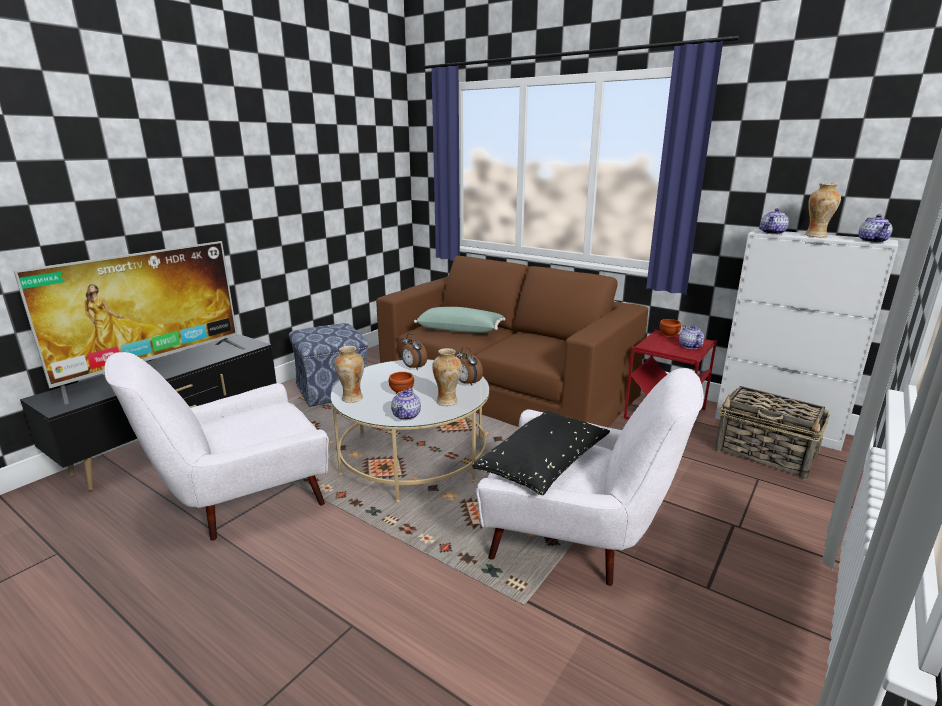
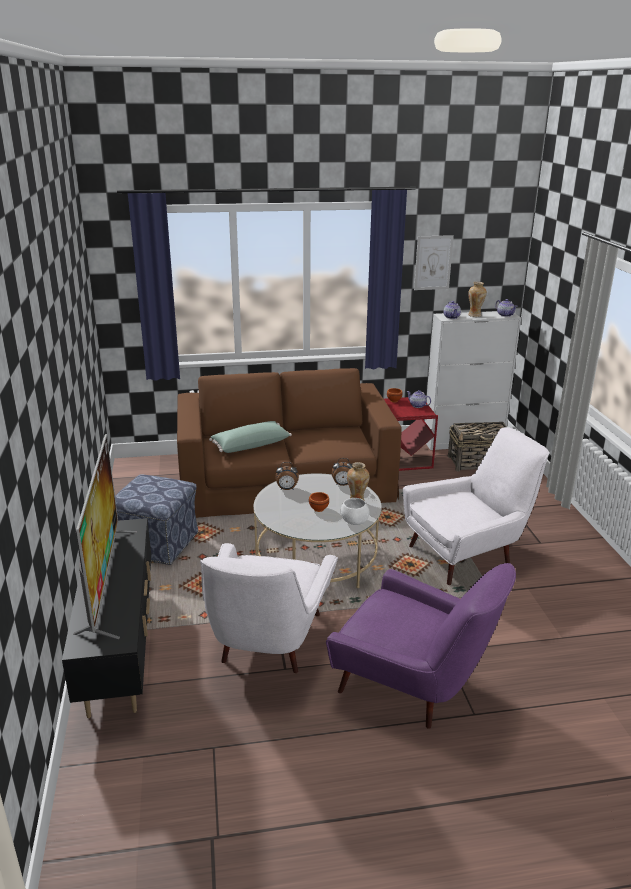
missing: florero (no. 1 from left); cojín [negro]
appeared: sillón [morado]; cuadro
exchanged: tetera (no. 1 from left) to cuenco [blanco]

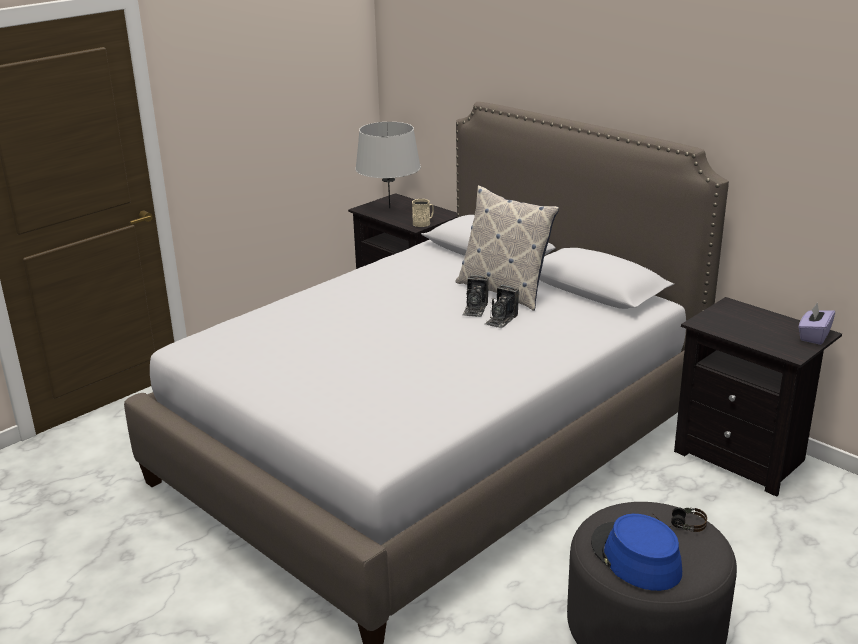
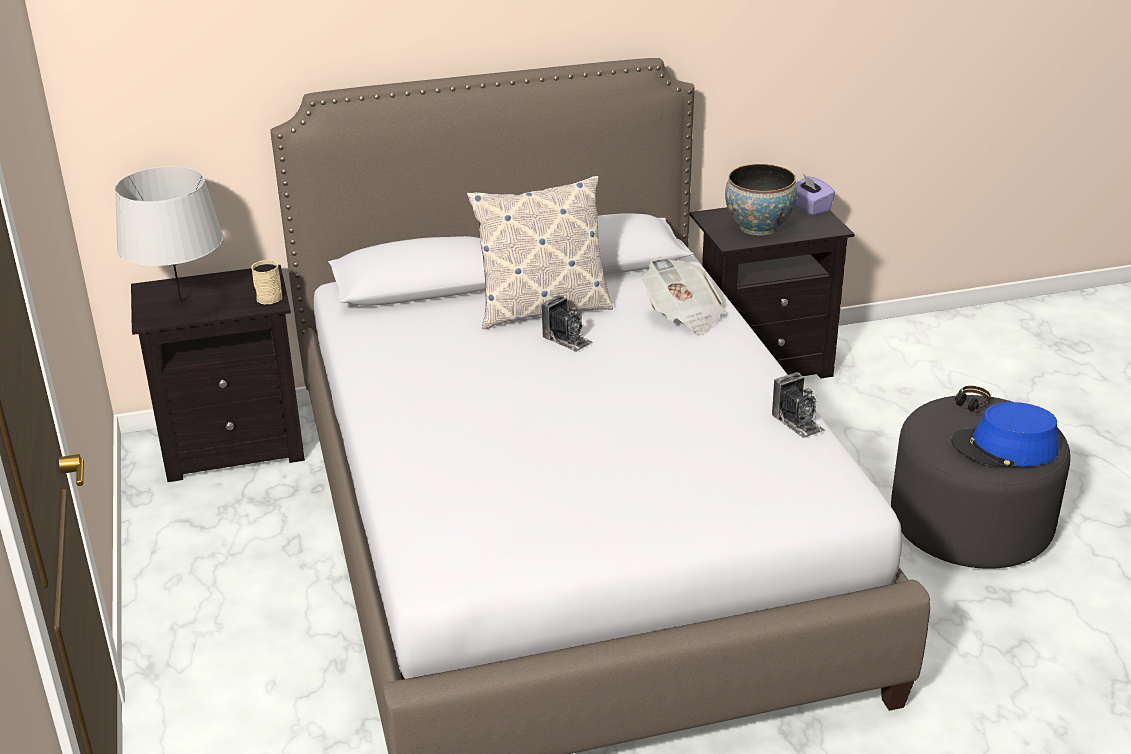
appeared: periódico; cuenco
relocated: cámara (no. 2 from left)

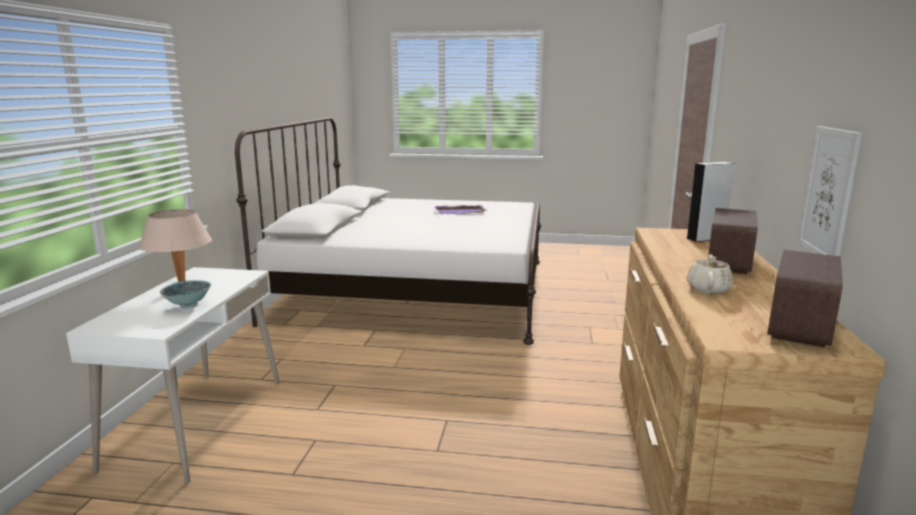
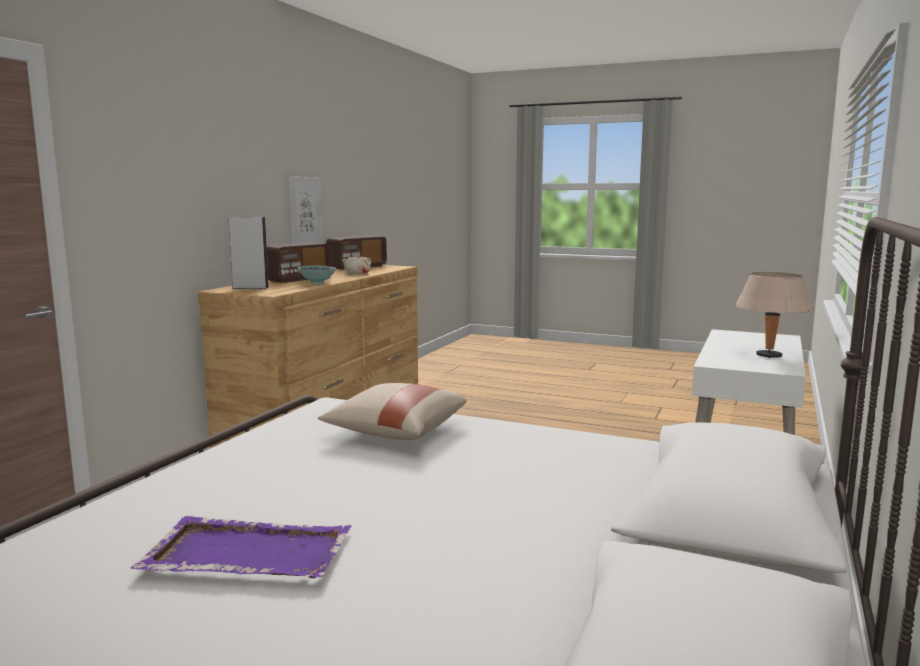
appeared: cojín [beis]
relocated: cuenco

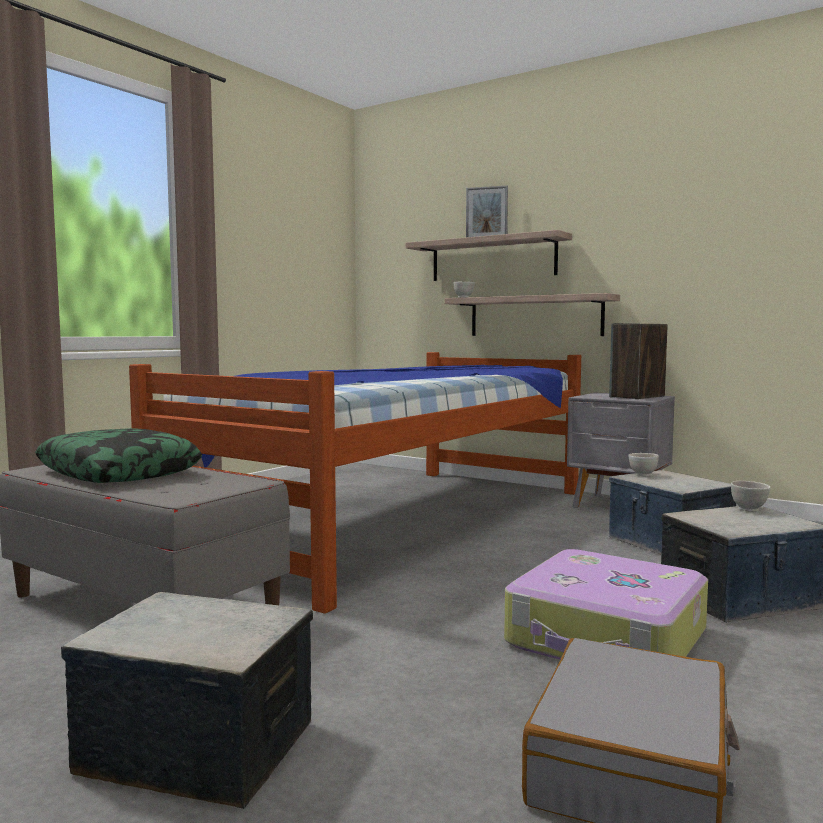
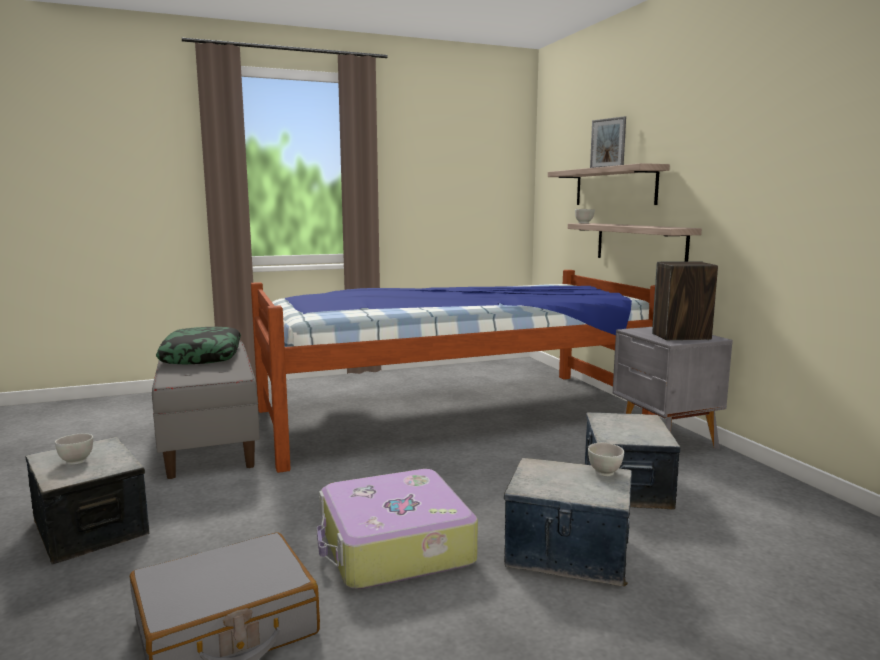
relocated: cuenco [blanco] (no. 2 from left in the first image) to cuenco [blanco] (no. 1 from left)

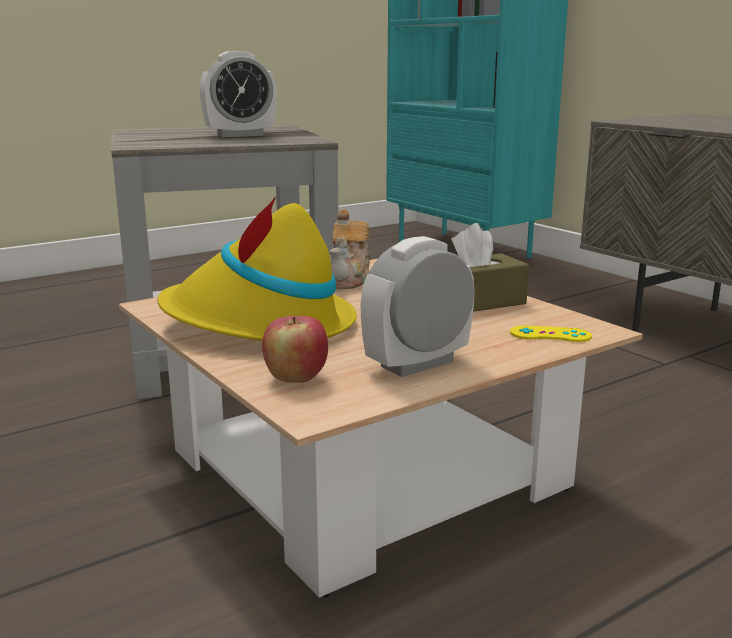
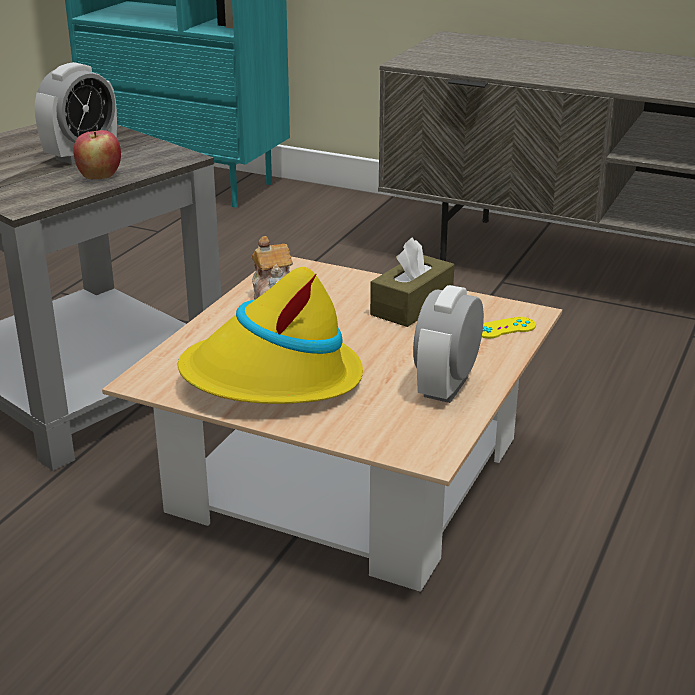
relocated: manzana

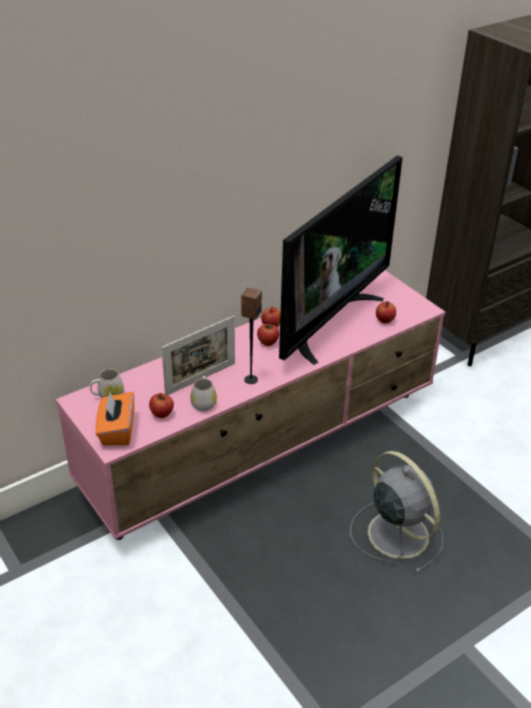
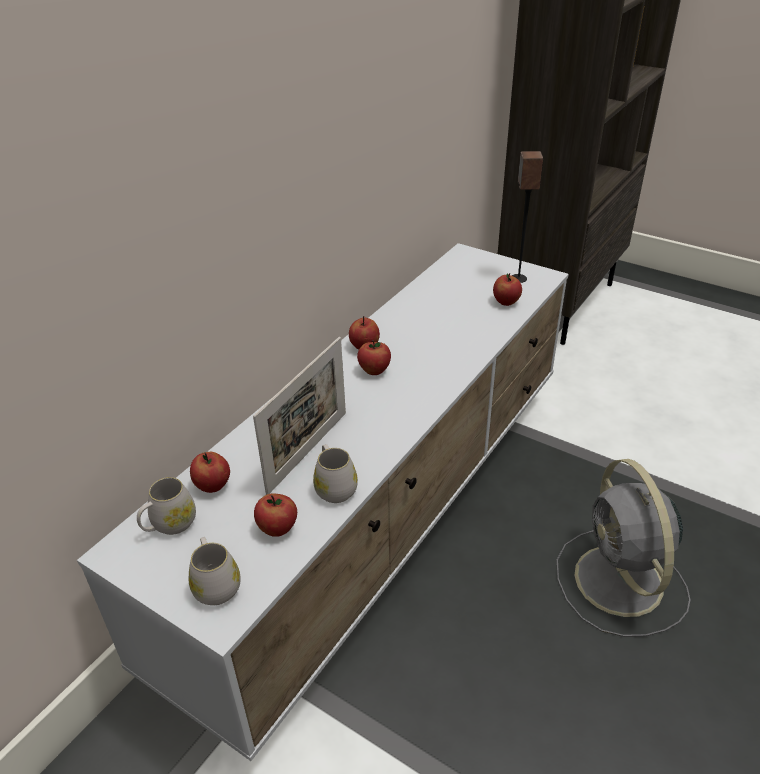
missing: televisor
appeared: manzana (no. 1 from left)
relocated: altavoz
exchanged: caja de pañuelos [naranja] to taza grande [blanco] (no. 2 from left)
colour: mueble de televisión [rosa] to mueble de televisión [blanco]
spun: ventilador [gris] 135 degrees counterclockwise

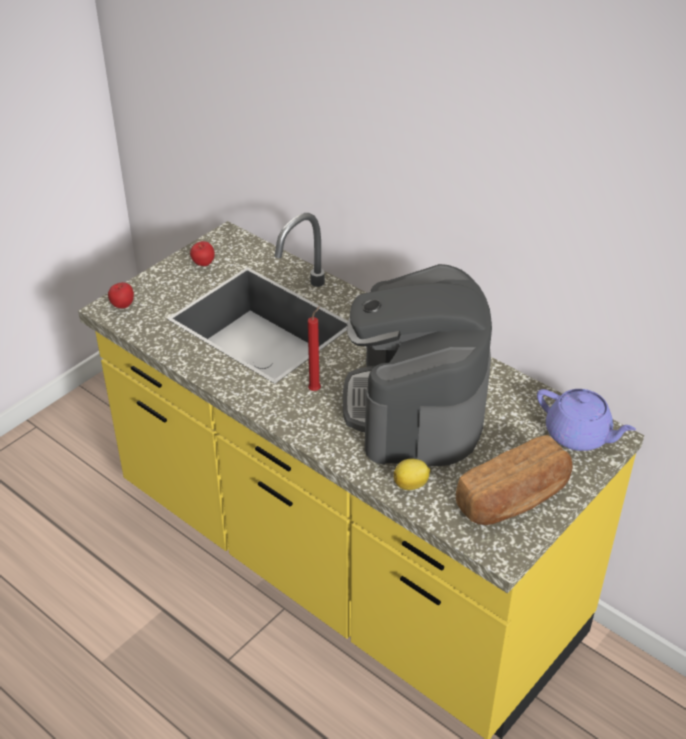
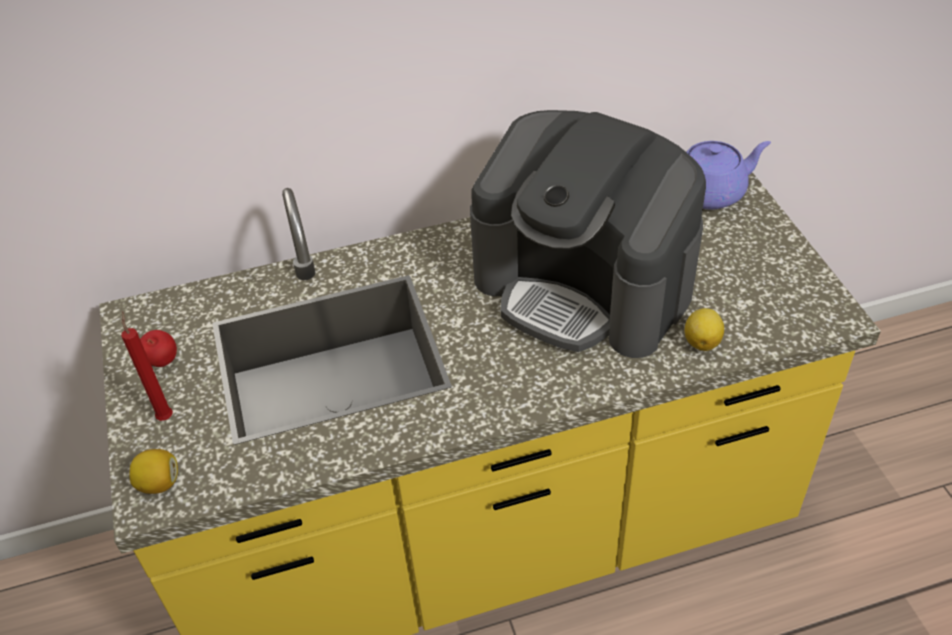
missing: pan
relocated: vela [rojo]
exchanged: manzana (no. 1 from left) to limón (no. 1 from left)

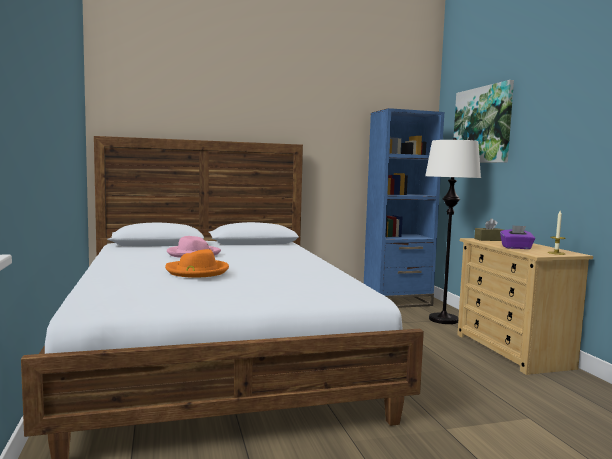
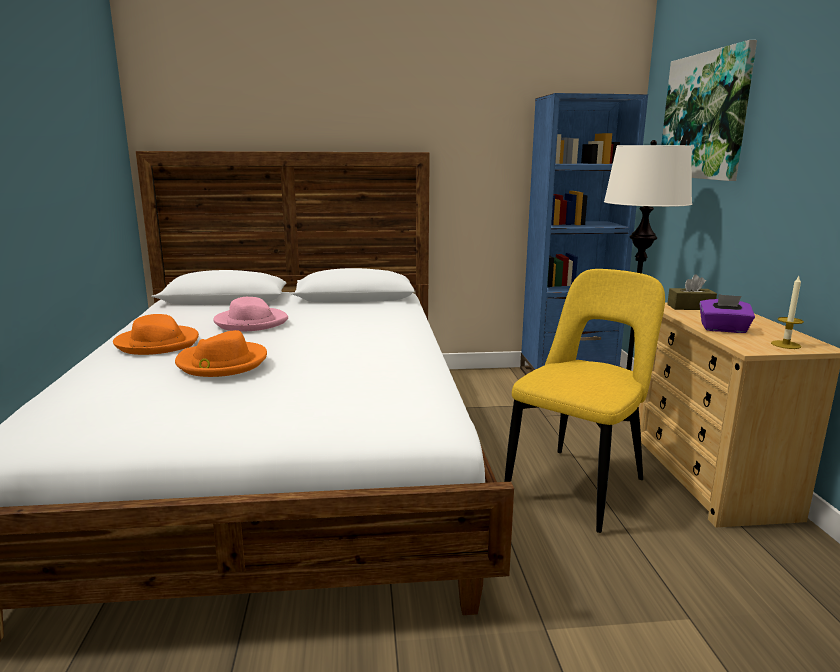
appeared: sombrero [naranja] (no. 1 from left); silla [amarillo]

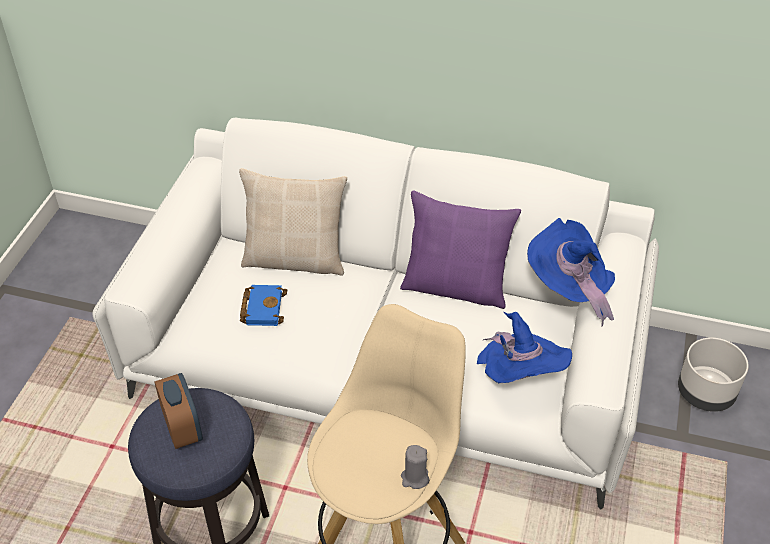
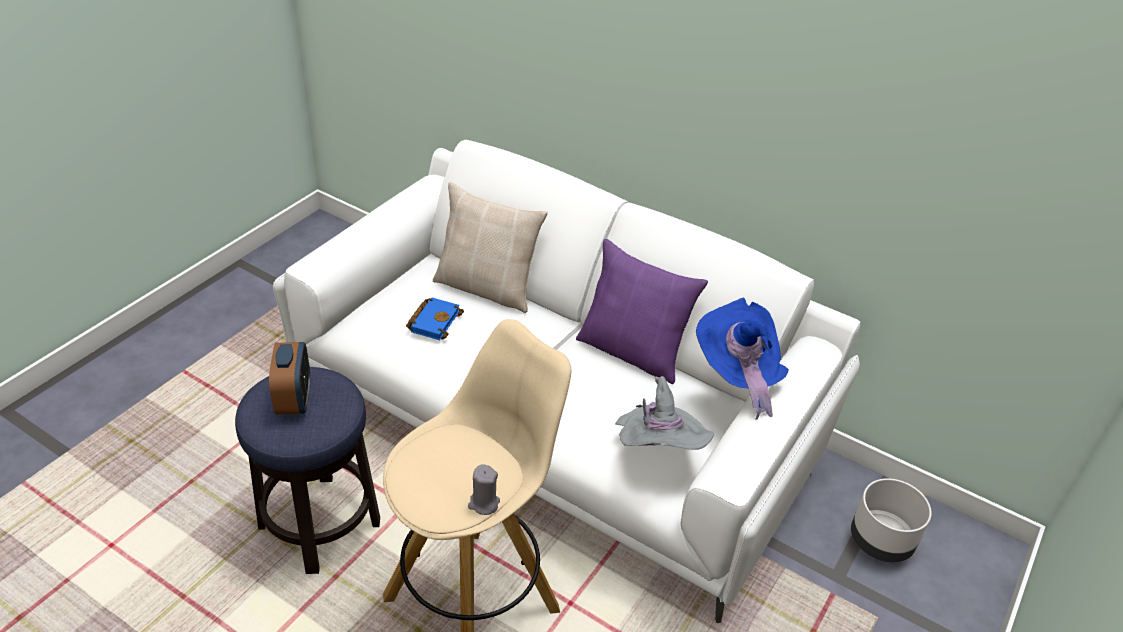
colour: sombrero [azul] (no. 1 from left) to sombrero [gris]

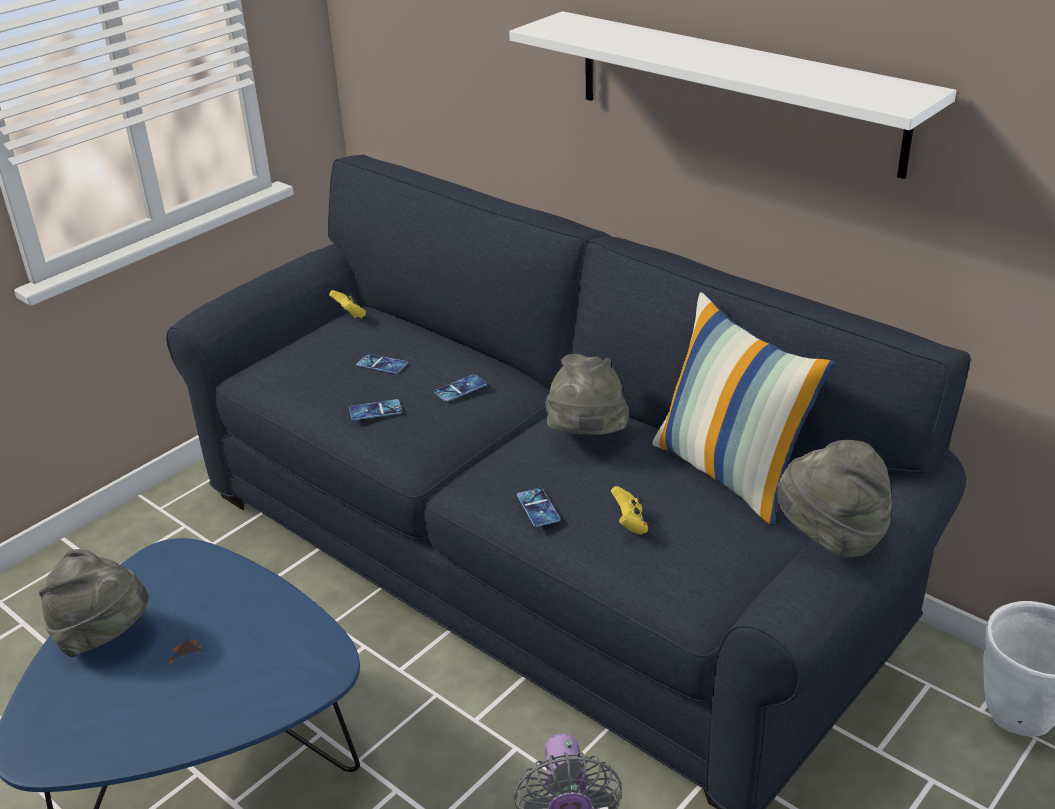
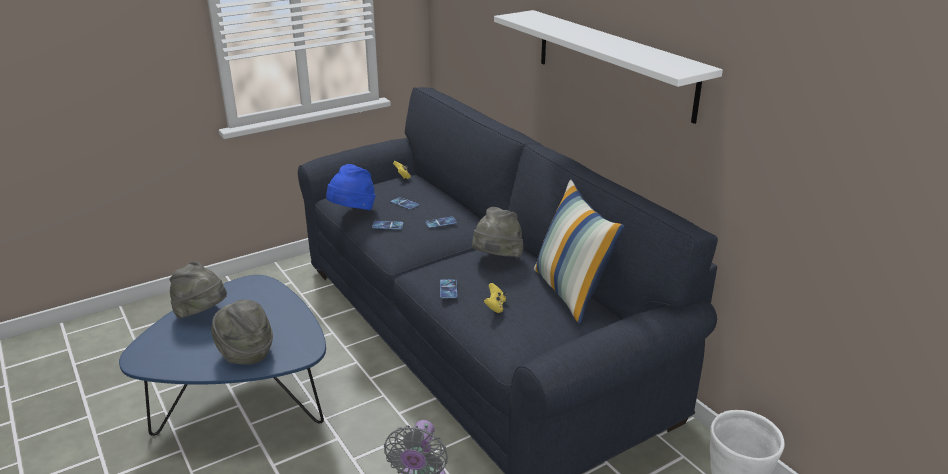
appeared: sombrero [azul]
relocated: sombrero [gris] (no. 3 from left in the first image) to sombrero [gris] (no. 2 from left)

